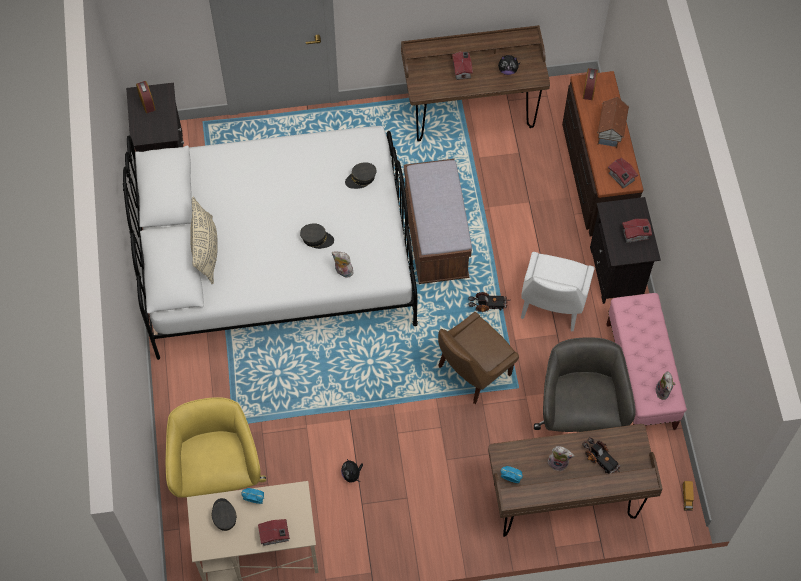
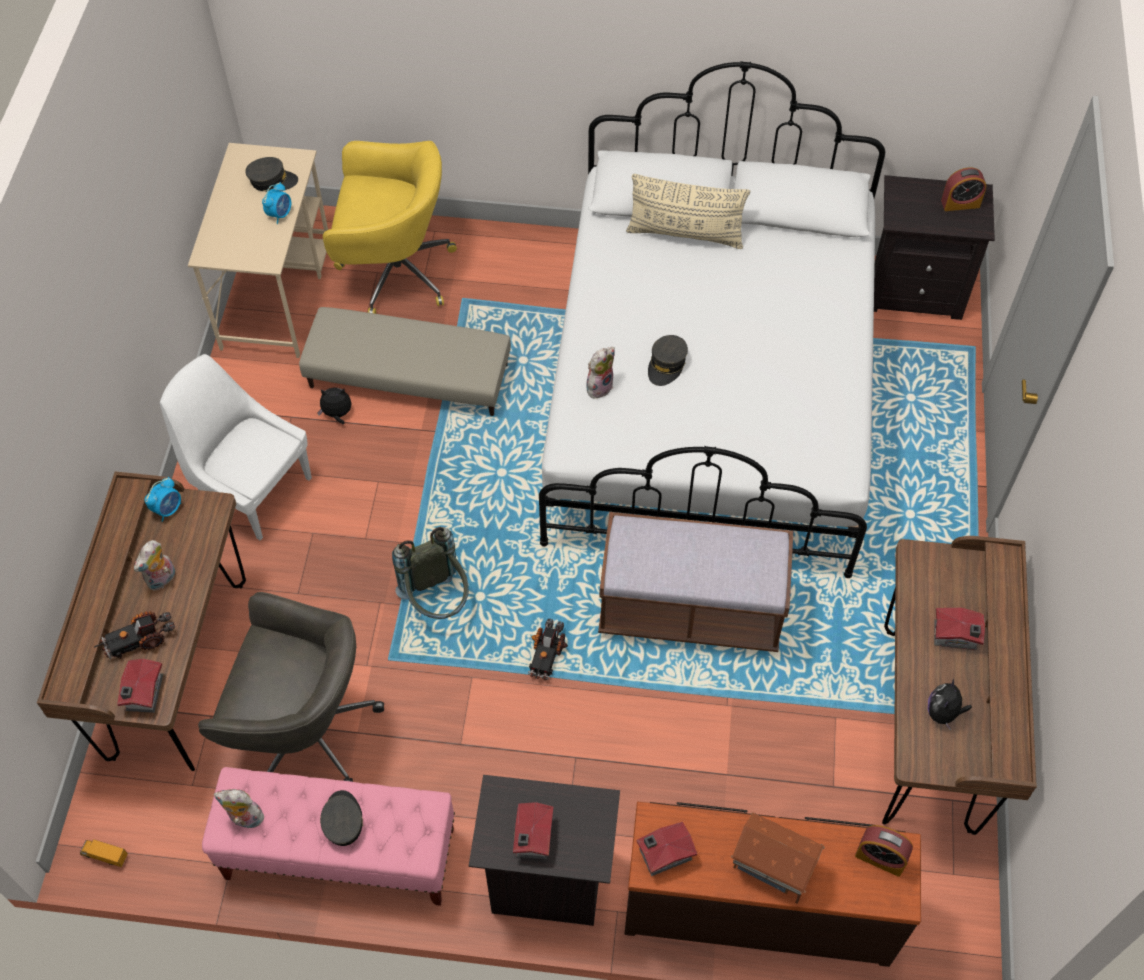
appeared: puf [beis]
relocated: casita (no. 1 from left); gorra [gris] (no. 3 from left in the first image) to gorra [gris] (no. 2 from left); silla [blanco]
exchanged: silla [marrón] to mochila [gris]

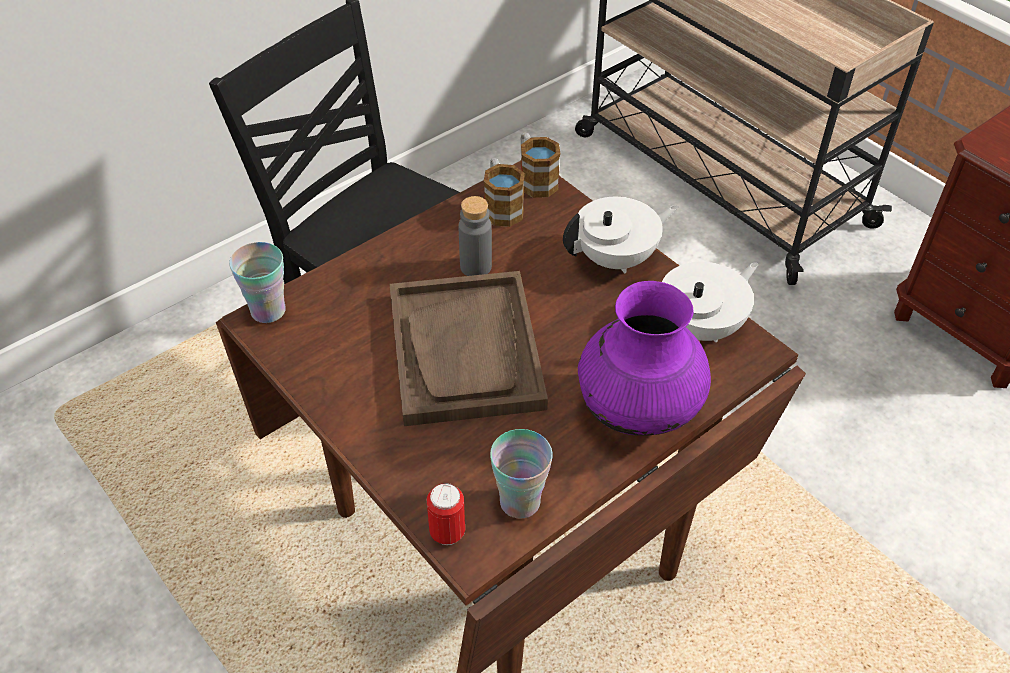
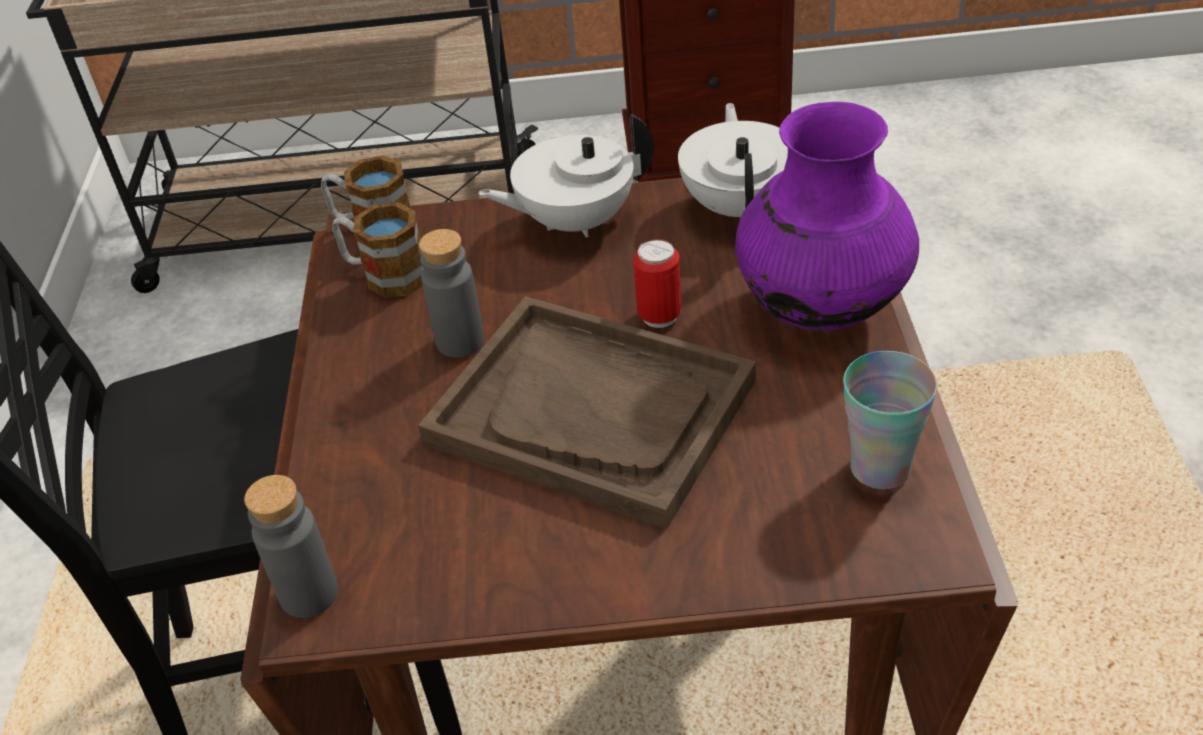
relocated: lata
exchanged: taza (no. 1 from left) to botella [gris] (no. 1 from left)
spun: tetera [blanco] (no. 1 from left) 120 degrees counterclockwise

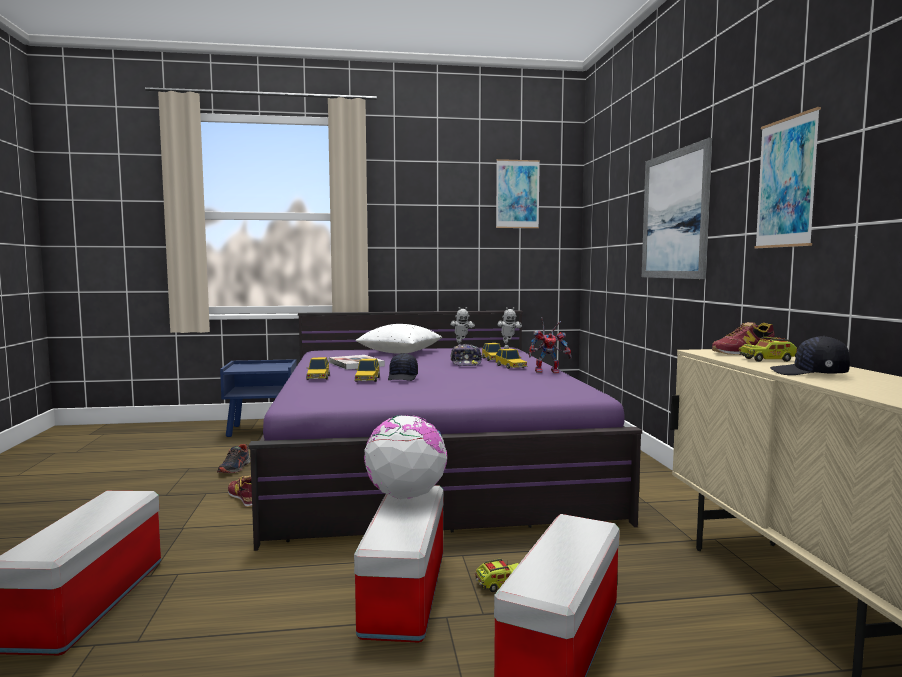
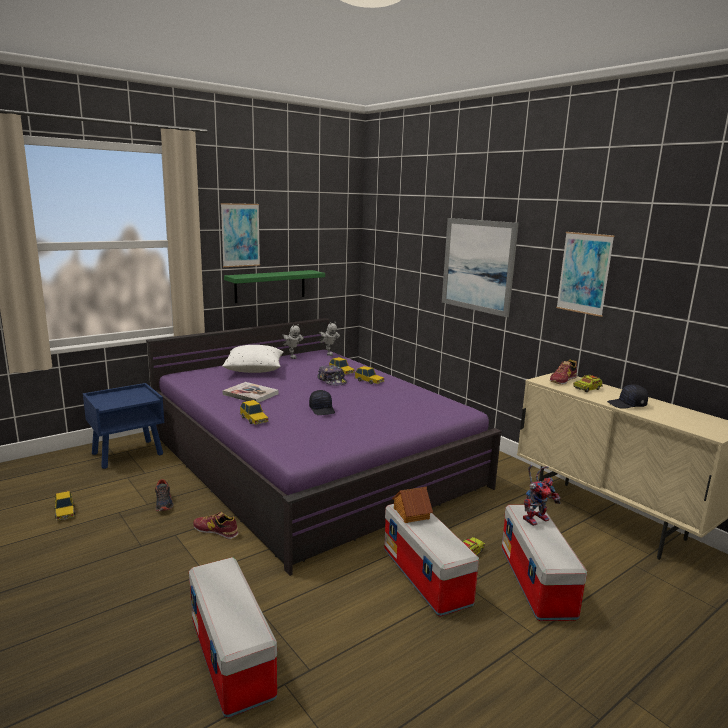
appeared: estante [verde]
relocated: coche de juguete (no. 2 from left in the first image) to coche de juguete (no. 1 from left); cuadro (no. 1 from left); robot de juguete (no. 3 from left)
exchanged: globo terráqueo to casita

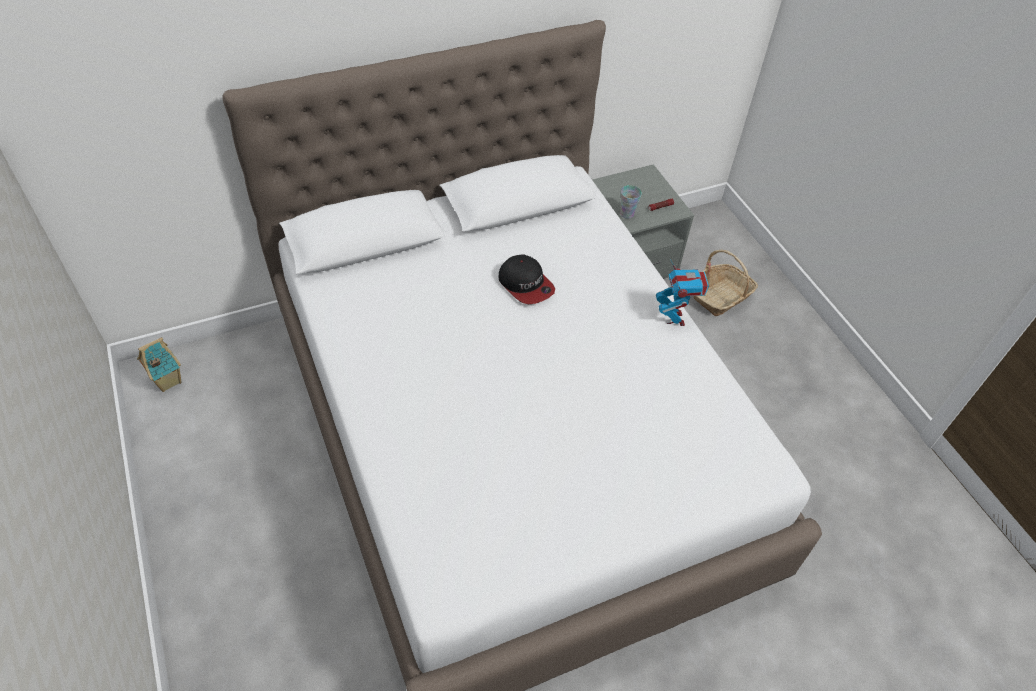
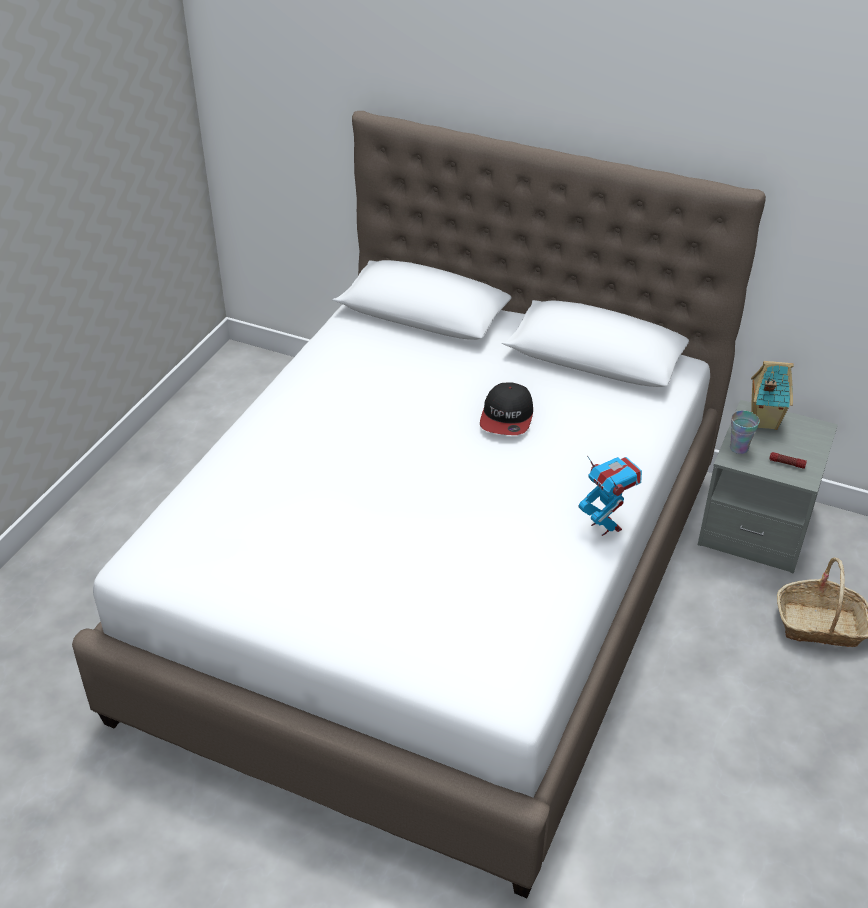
relocated: casita
spun: robot de juguete 75 degrees counterclockwise

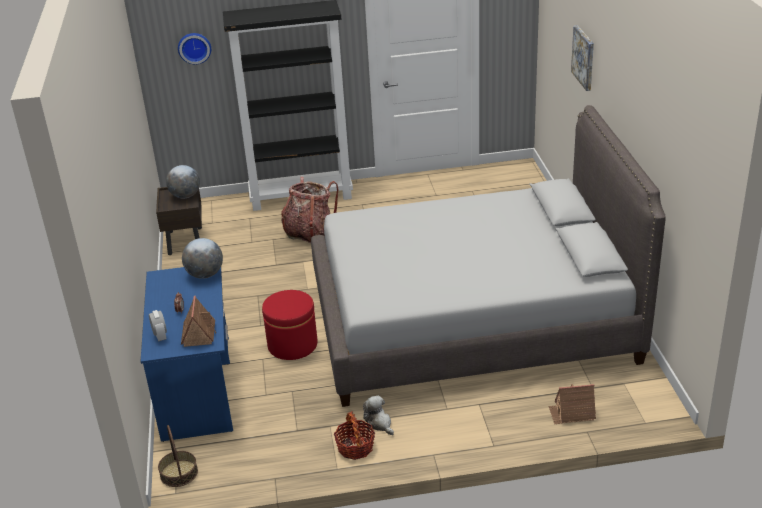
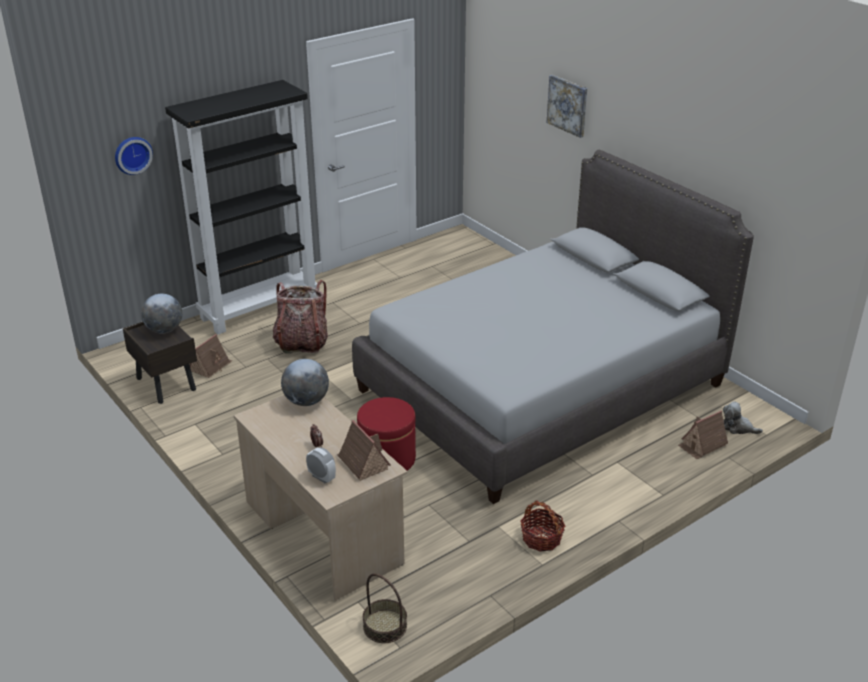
appeared: casita (no. 1 from left)
relocated: peluche
colour: escritorio [azul] to escritorio [beis]

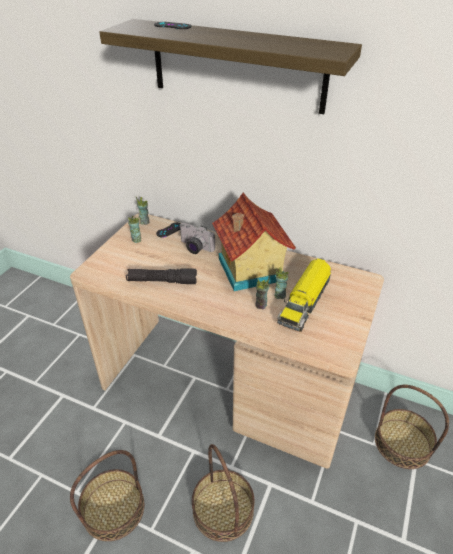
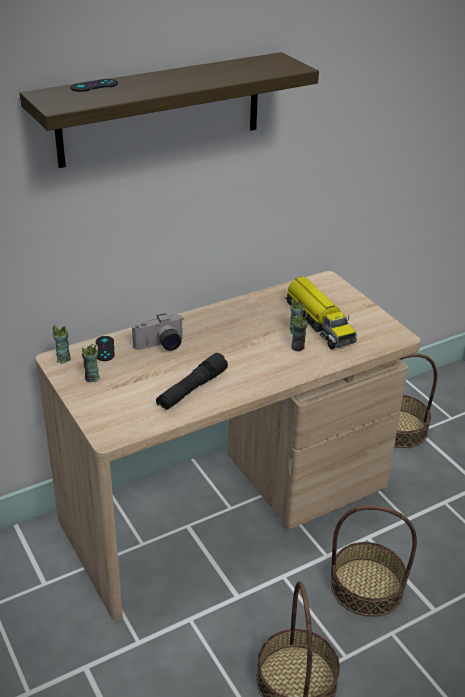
missing: casita

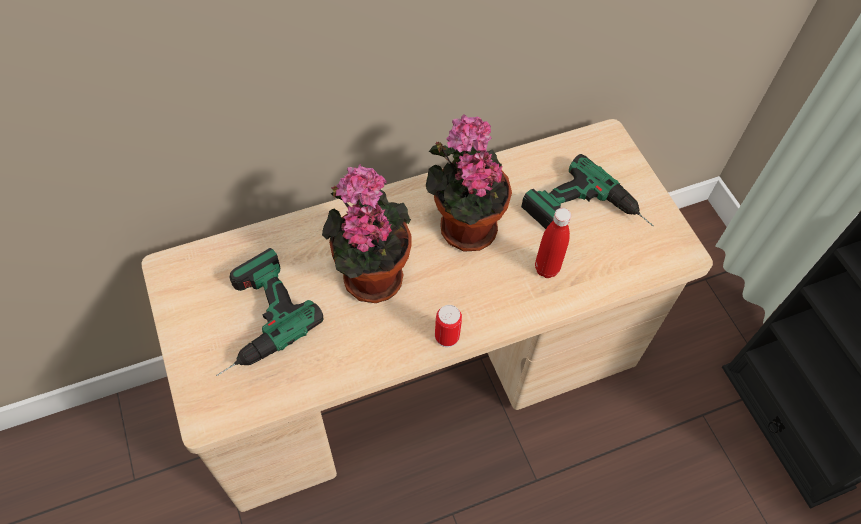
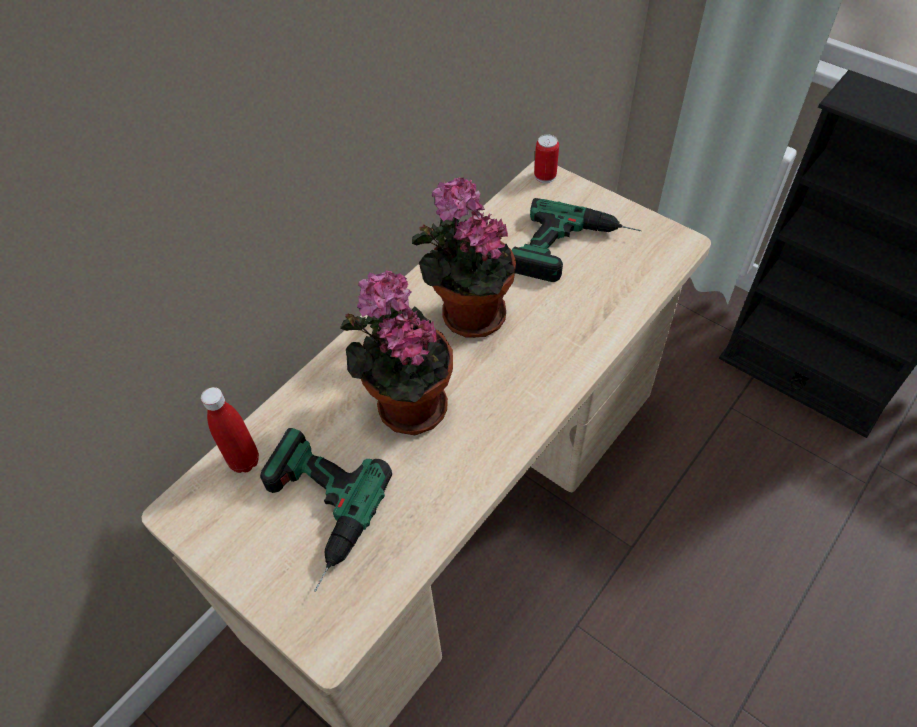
relocated: lata; botella [rojo]

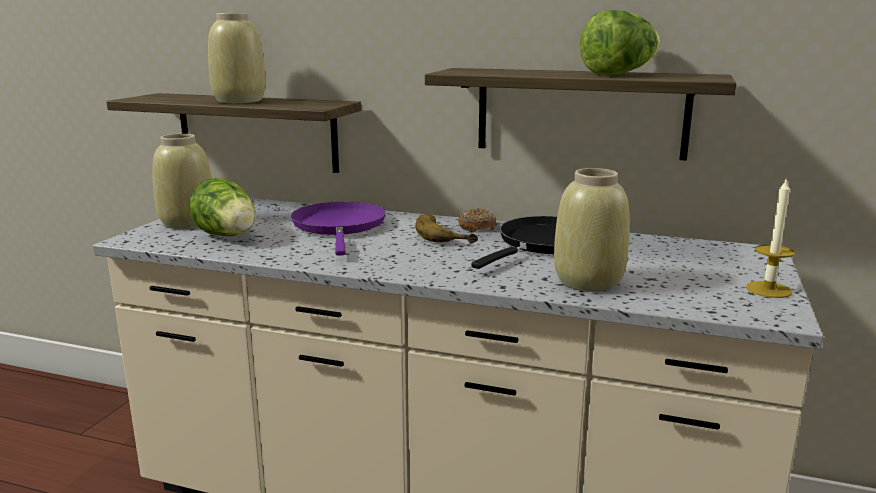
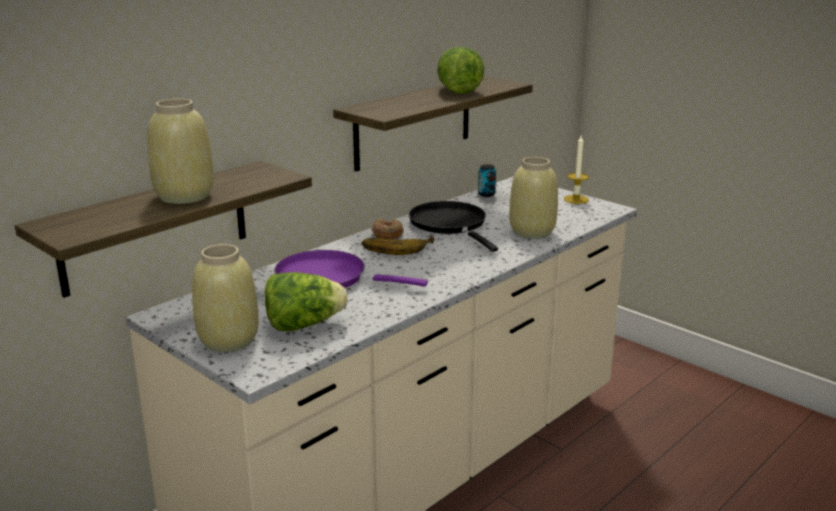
appeared: lata

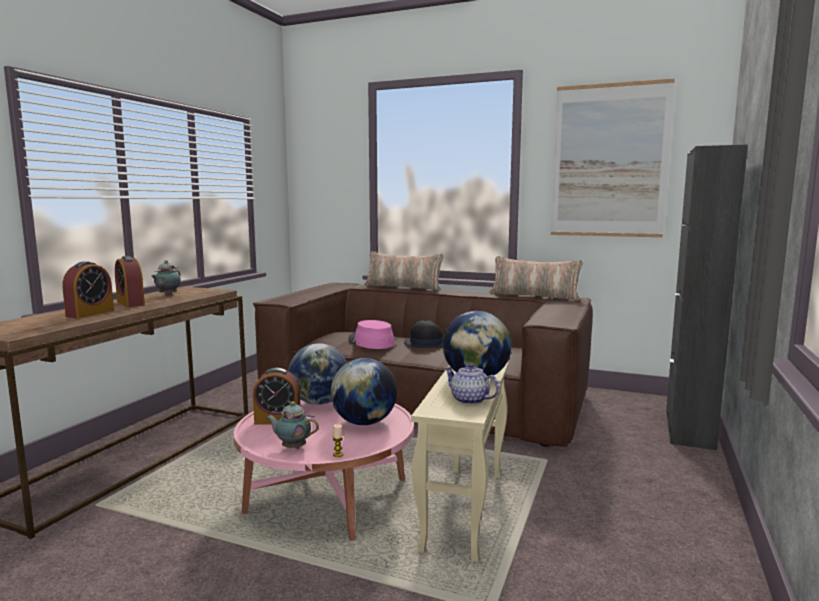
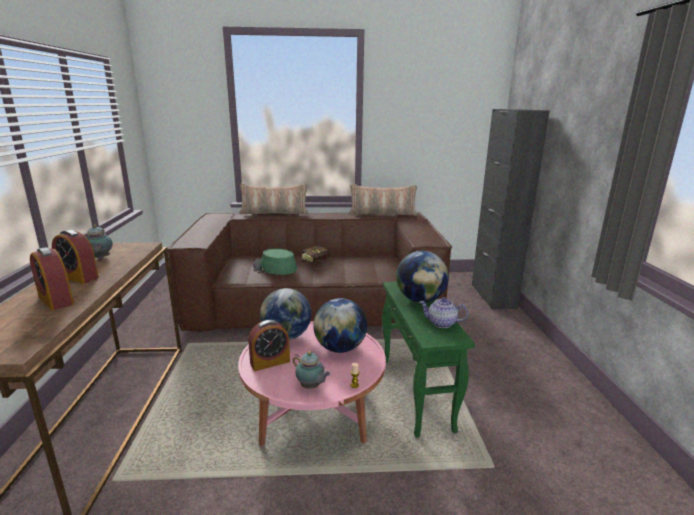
missing: cuadro
exchanged: sombrero [negro] to libro
colour: sombrero [rosa] to sombrero [verde]; mesa auxiliar [beis] to mesa auxiliar [verde]
spun: despertador (no. 1 from left) 135 degrees clockwise; tetera (no. 2 from left) 135 degrees counterclockwise

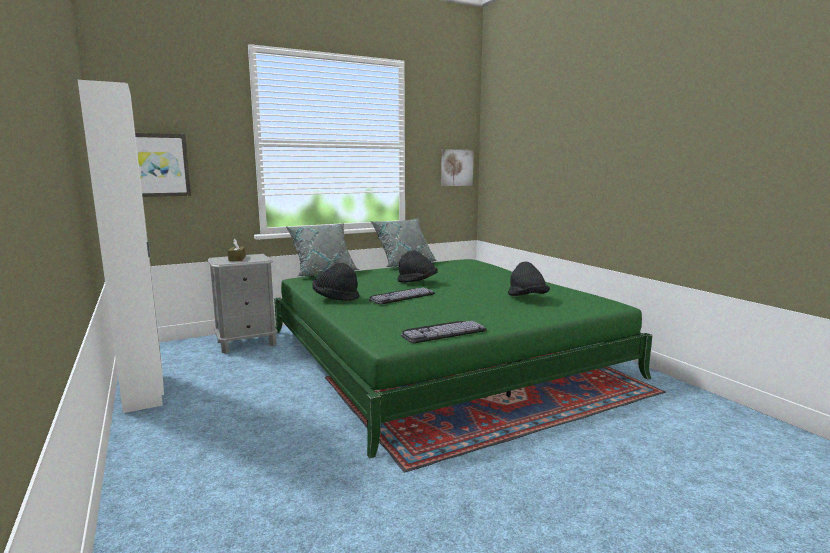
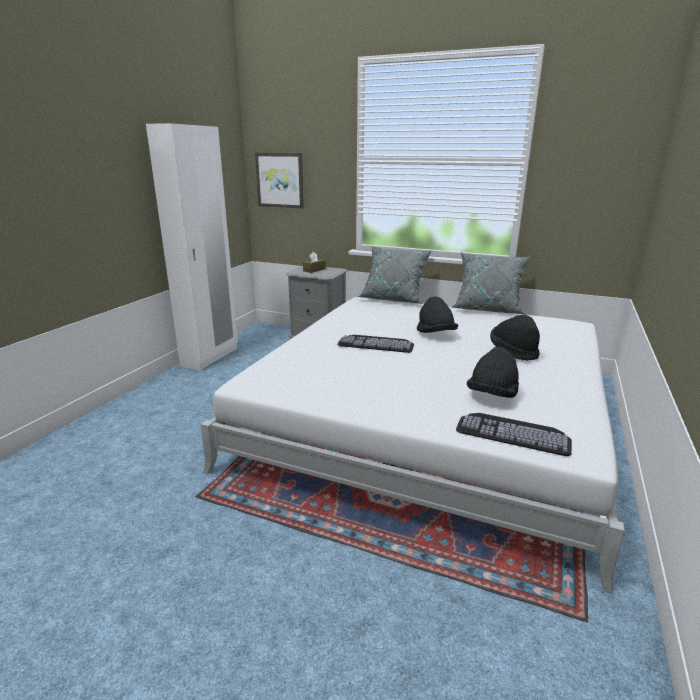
missing: cuadro (no. 2 from left)
relocated: sombrero [negro] (no. 1 from left in the first image) to sombrero [negro] (no. 3 from left); teclado (no. 2 from left)
colour: cama [verde] to cama [blanco]

